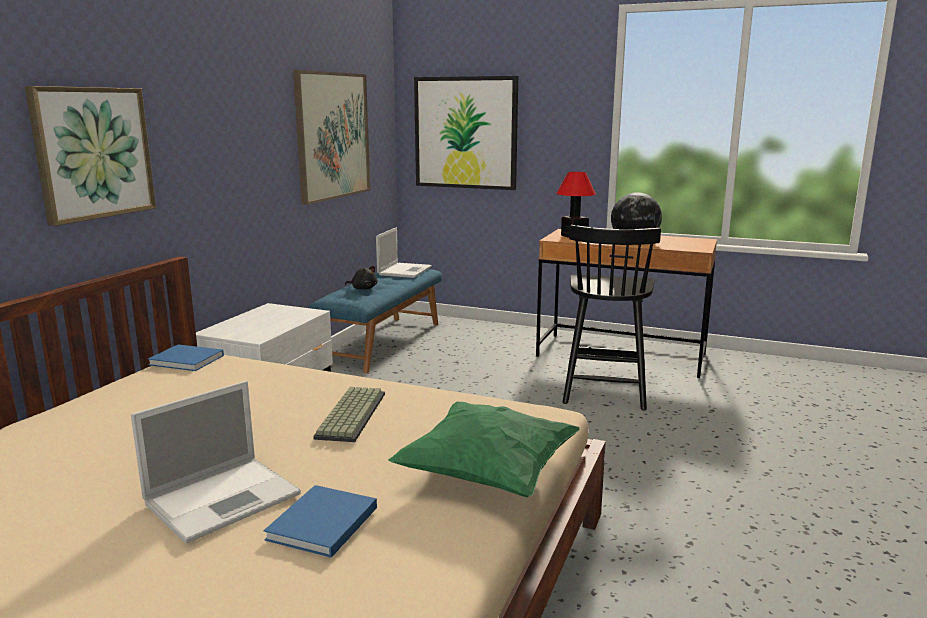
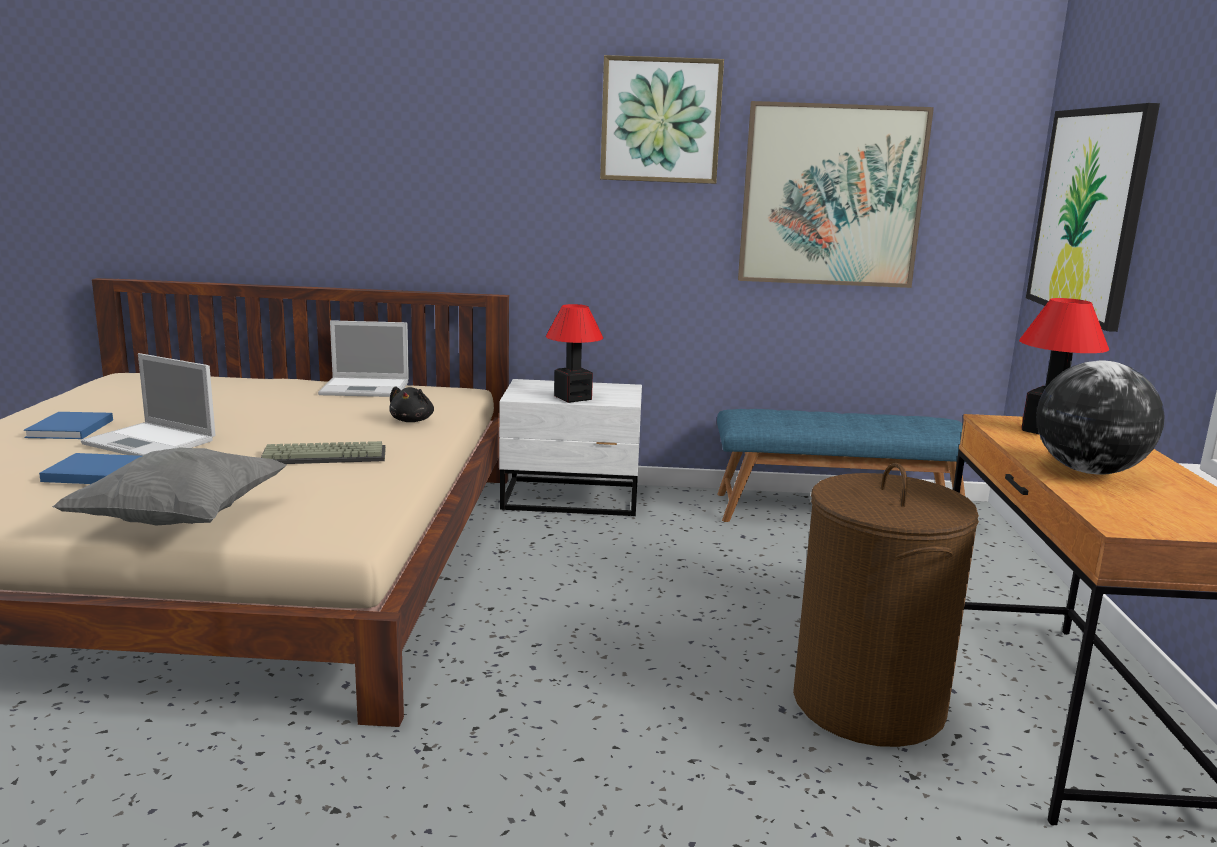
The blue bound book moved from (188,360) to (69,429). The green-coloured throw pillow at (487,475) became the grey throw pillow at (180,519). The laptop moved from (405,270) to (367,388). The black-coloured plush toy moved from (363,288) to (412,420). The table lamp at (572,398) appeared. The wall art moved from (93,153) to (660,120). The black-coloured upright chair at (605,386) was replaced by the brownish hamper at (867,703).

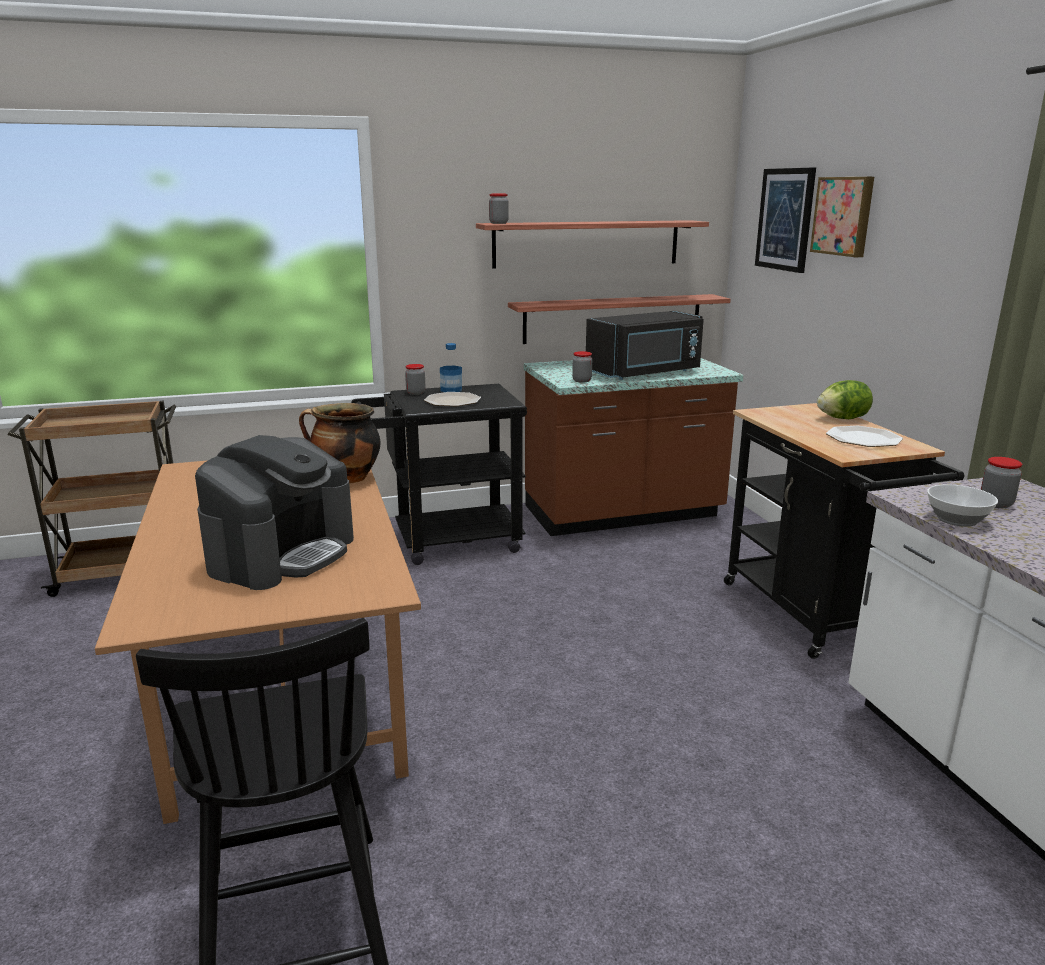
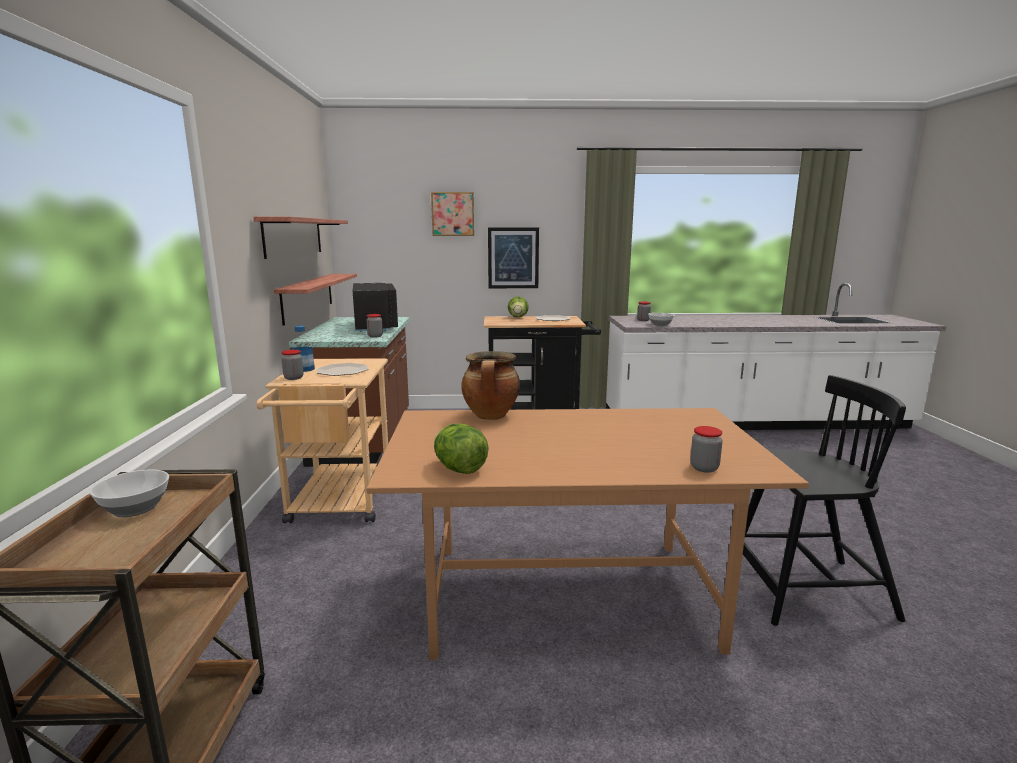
The deep dish at (136,509) appeared. The black-coloured wheeled cart at (445,541) became the beige-coloured wheeled cart at (339,505). The lettuce head at (459,469) appeared. The wall art moved from (785,219) to (513,258). The preserve jar moved from (498,223) to (704,468). The coffee machine at (282,554) disappeared.

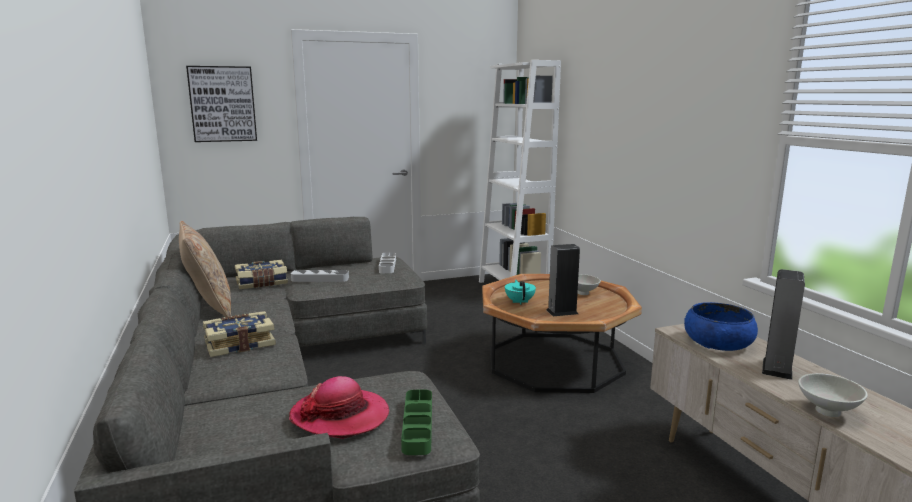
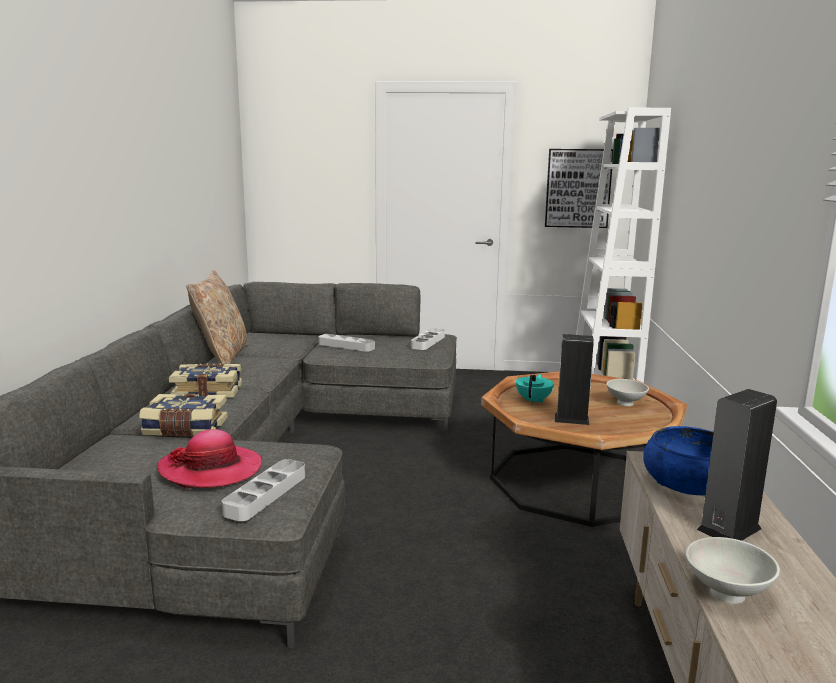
The bound book moved from (262,283) to (185,428). The green-coloured tray at (417,425) became the grey tray at (266,494). The wall art moved from (222,104) to (578,188).

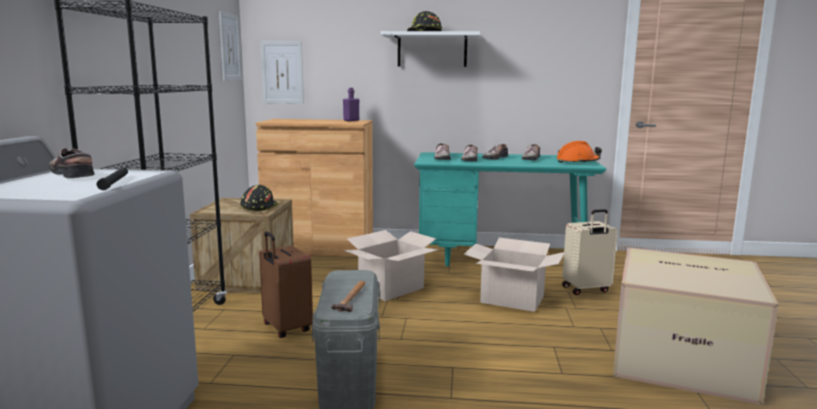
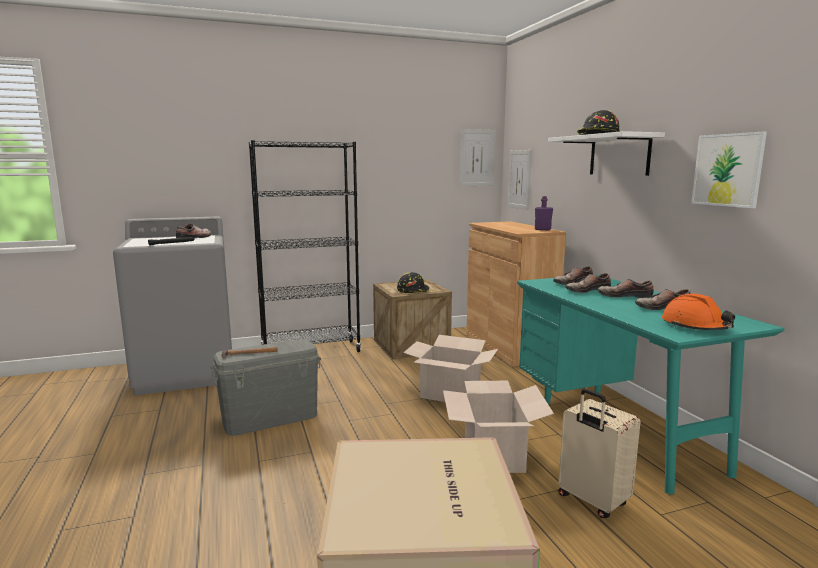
The wall art at (727,170) appeared. The brownish suitcase at (285,328) disappeared.

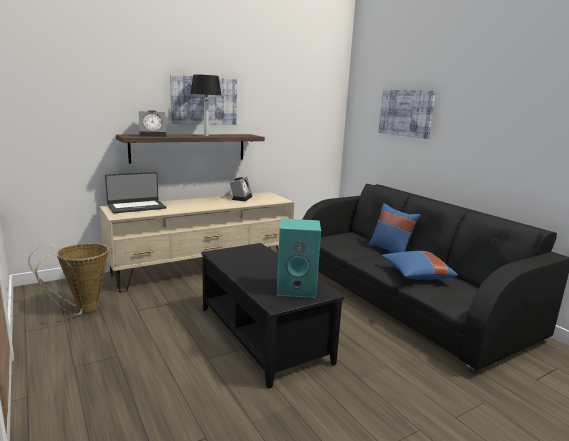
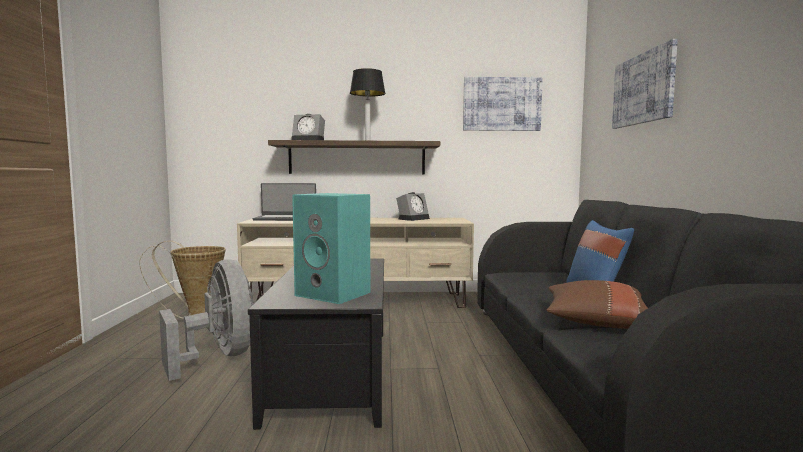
The grey electric fan at (219,357) appeared. The wall art moved from (204,101) to (502,104). The blue throw pillow at (416,275) became the brownish throw pillow at (596,322).

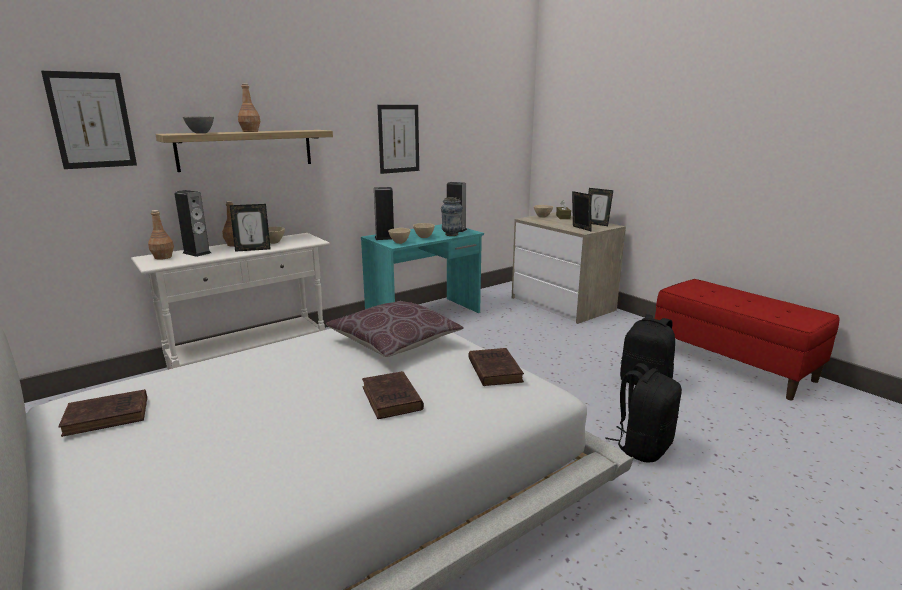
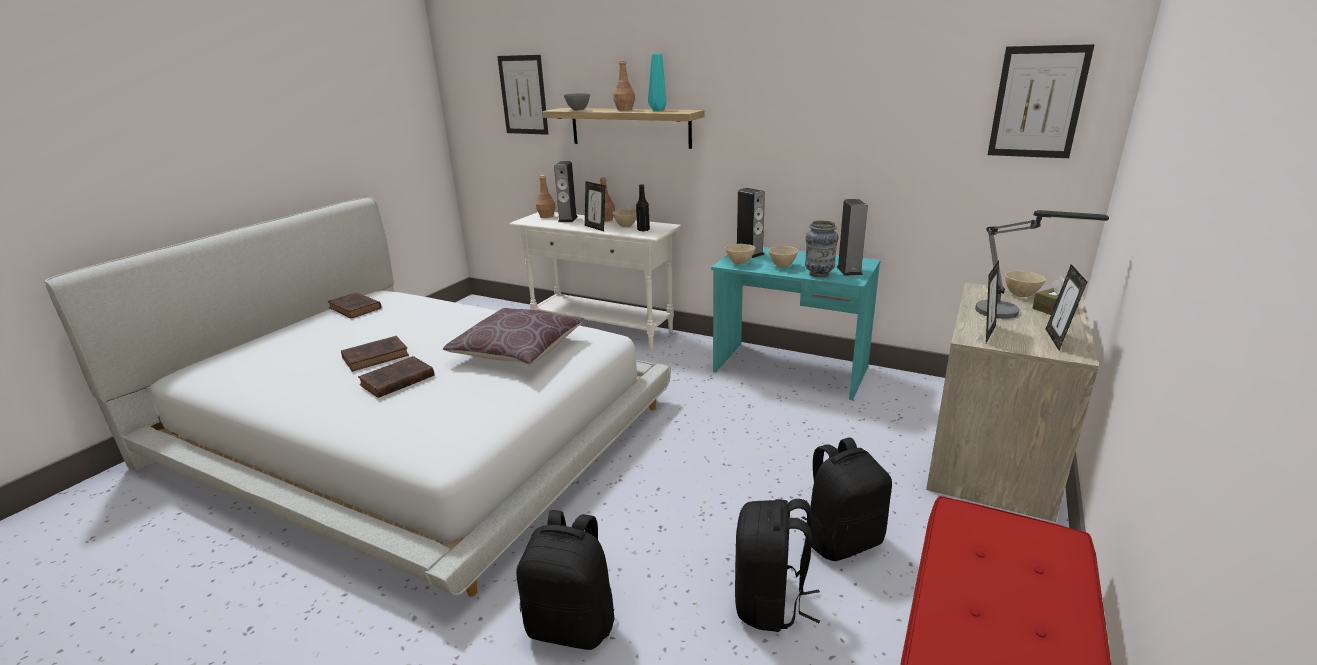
The brownish bound book moved from (494,369) to (377,356). The black-coloured drink bottle at (643,230) appeared. The turquoise-coloured vase at (657,110) appeared. The black-coloured rucksack at (842,540) appeared. The table lamp at (1010,313) appeared. The wall art moved from (398,139) to (1037,102).

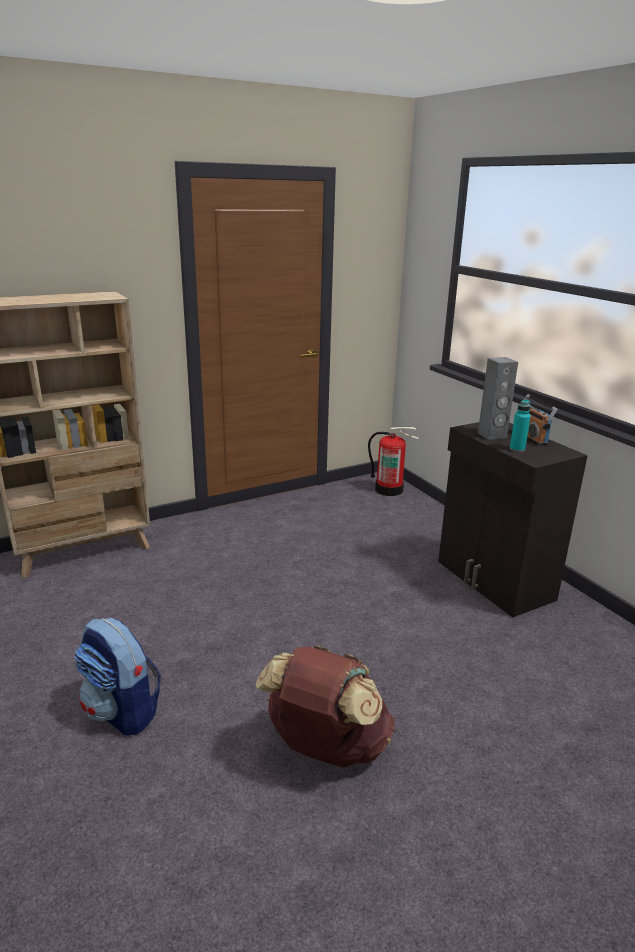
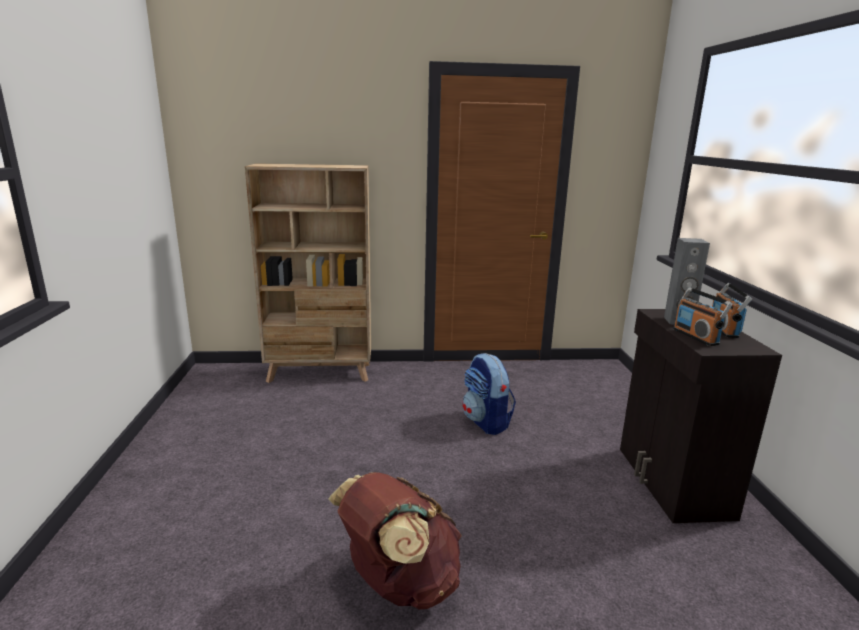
The rucksack moved from (122,711) to (486,422). The turquoise-coloured drink bottle at (517,449) was replaced by the radio at (696,336). The fire extinguisher at (389,489) disappeared.

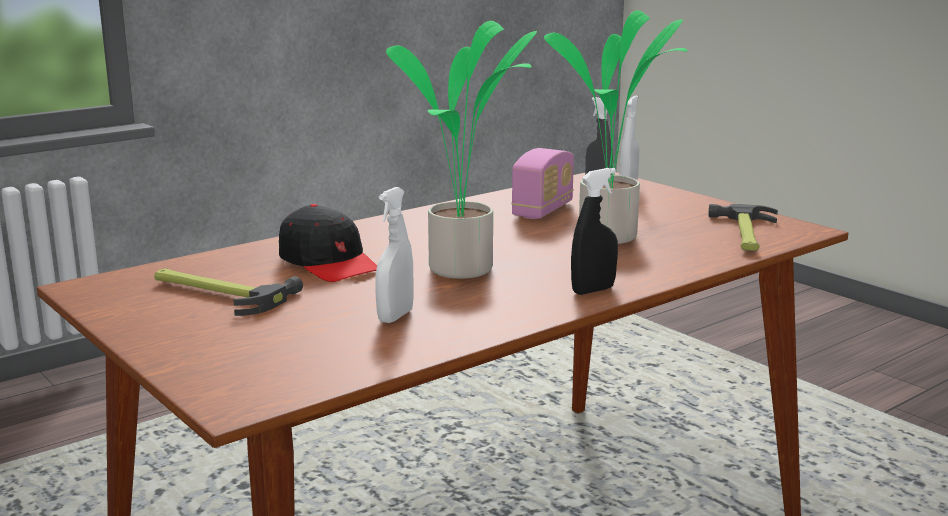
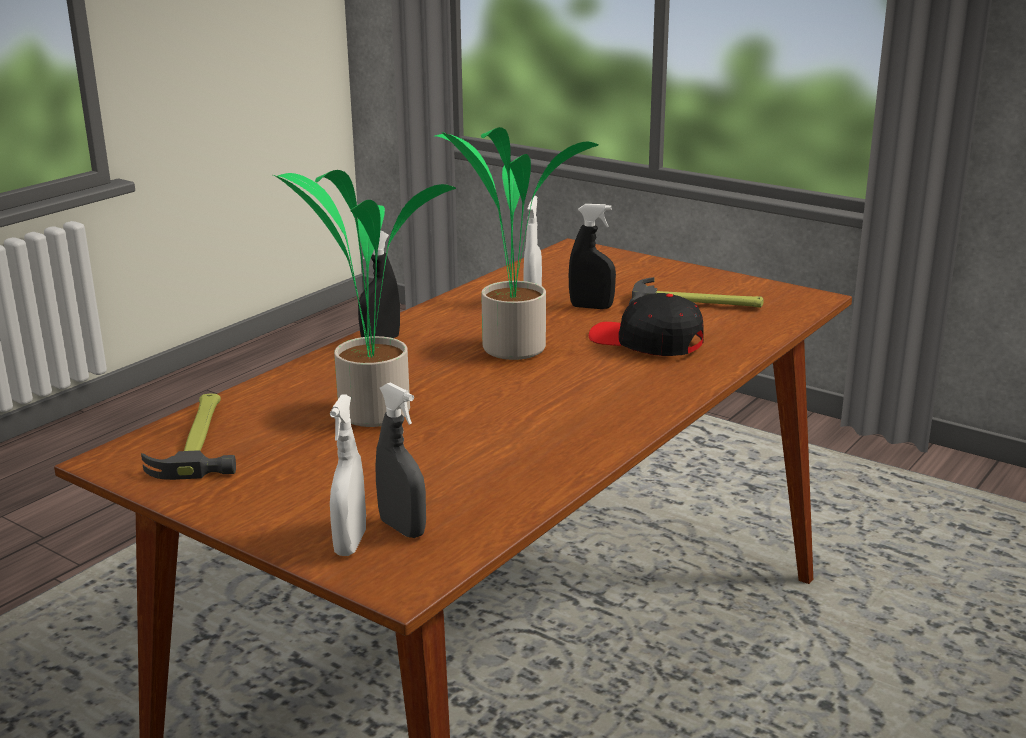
The black-coloured hand sprayer at (591,307) appeared. The radio at (543,210) disappeared.

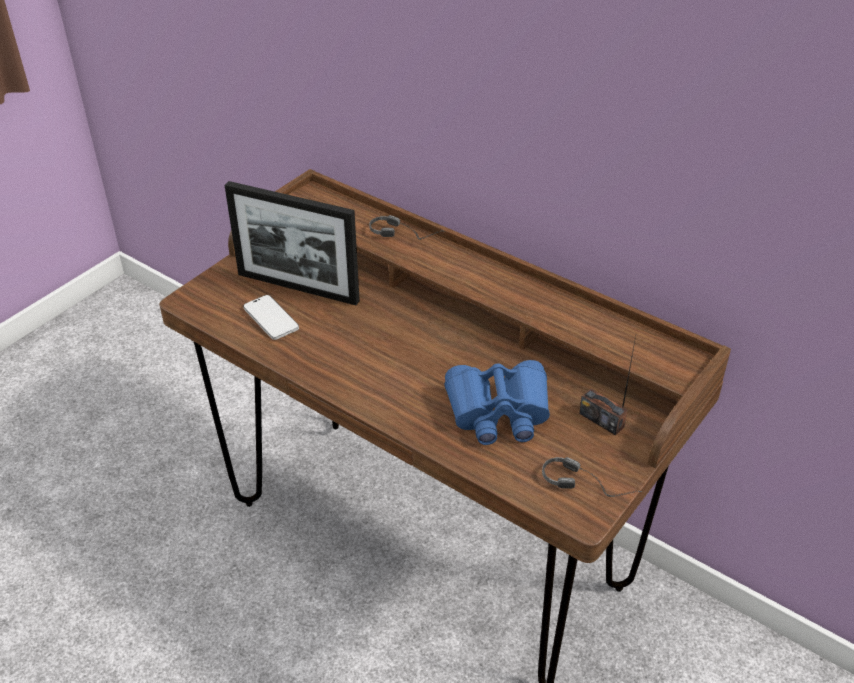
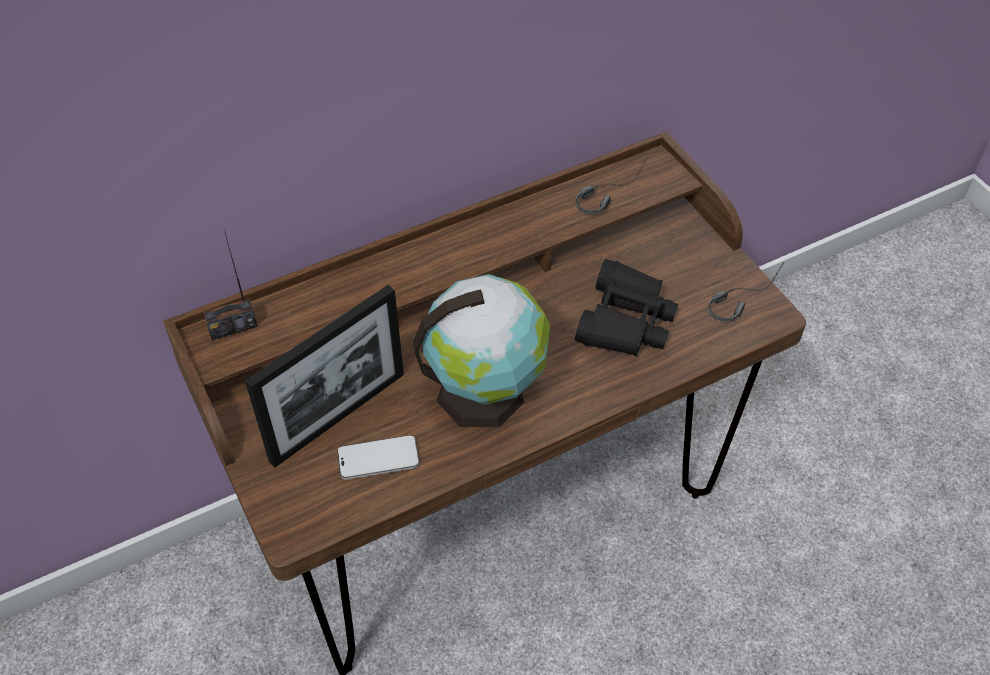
The radio moved from (601,420) to (232,327). The world globe at (485,392) appeared. The pair of headphones moved from (408,234) to (608,190). The blue pair of binoculars at (498,412) became the black-coloured pair of binoculars at (625,321).

